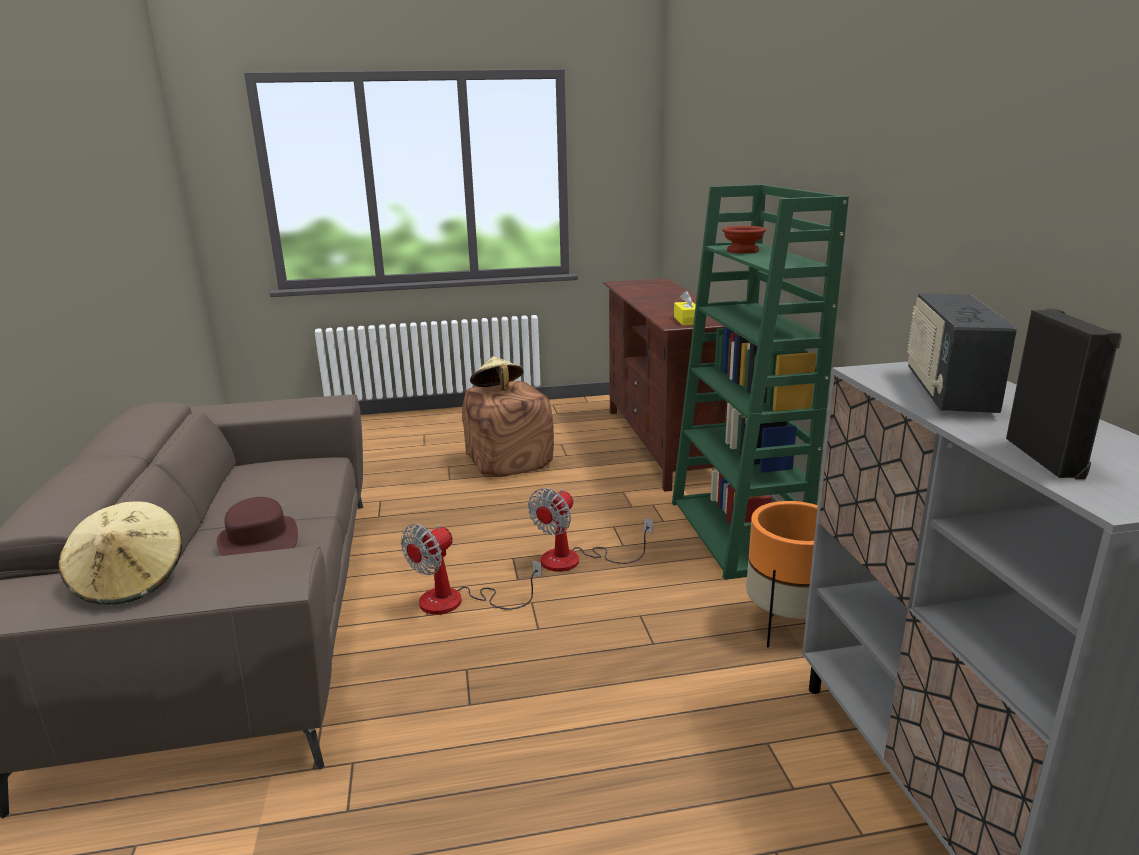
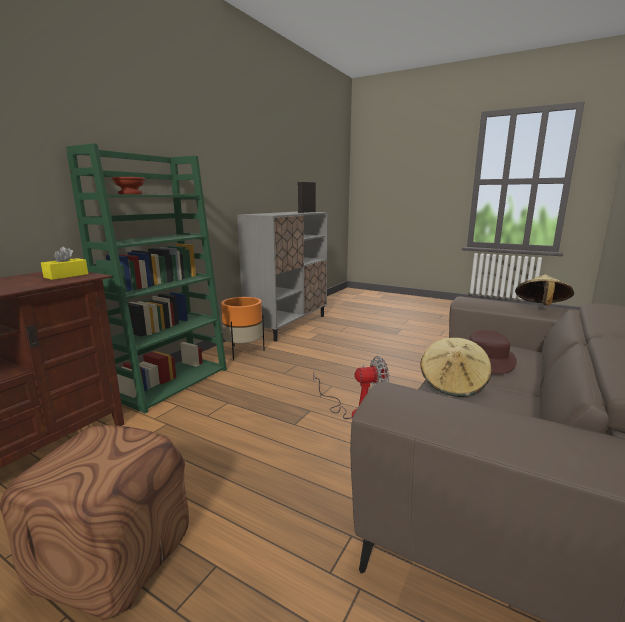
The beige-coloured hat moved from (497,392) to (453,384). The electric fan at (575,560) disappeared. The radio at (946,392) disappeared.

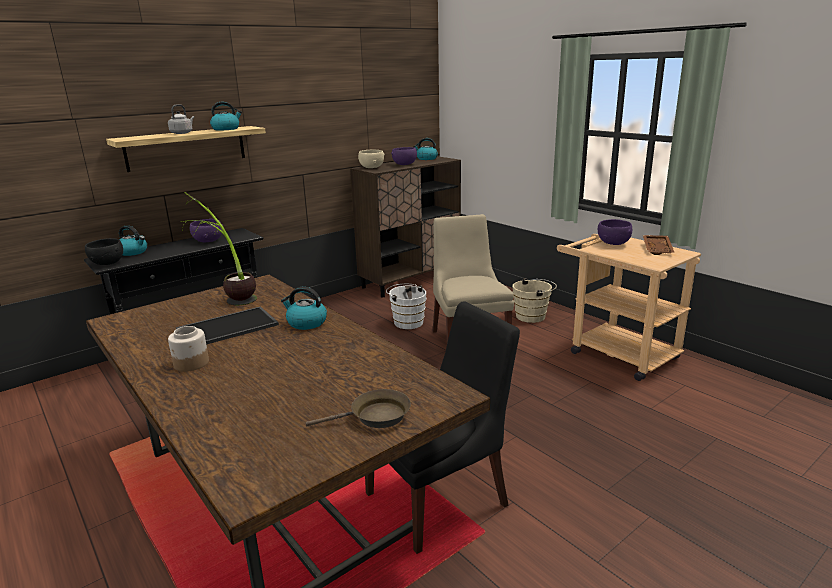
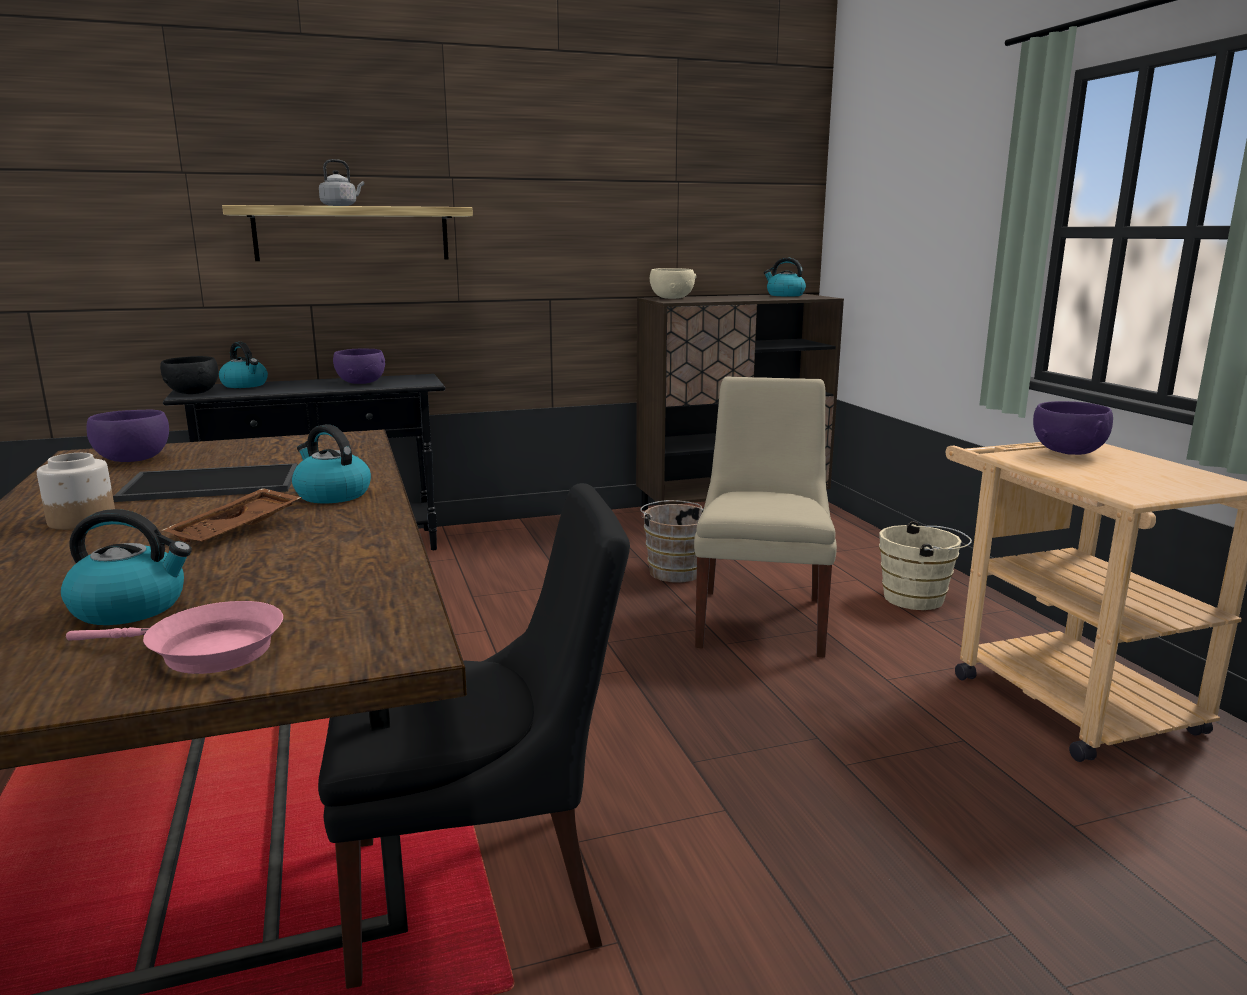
The kettle moved from (226,129) to (131,607). The brownish pan at (375,416) became the pink-coloured pan at (205,651). The purplish deep dish moved from (404,164) to (133,460). The brownish tray moved from (658,249) to (237,530). The white bucket at (407,322) became the brownish bucket at (674,570). The plant in a pot at (229,296) disappeared.

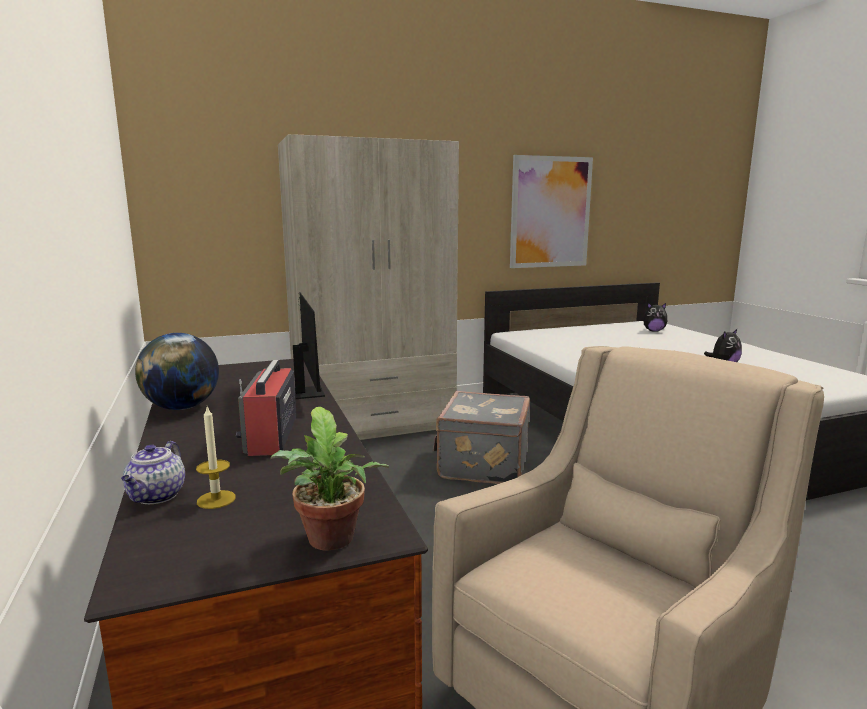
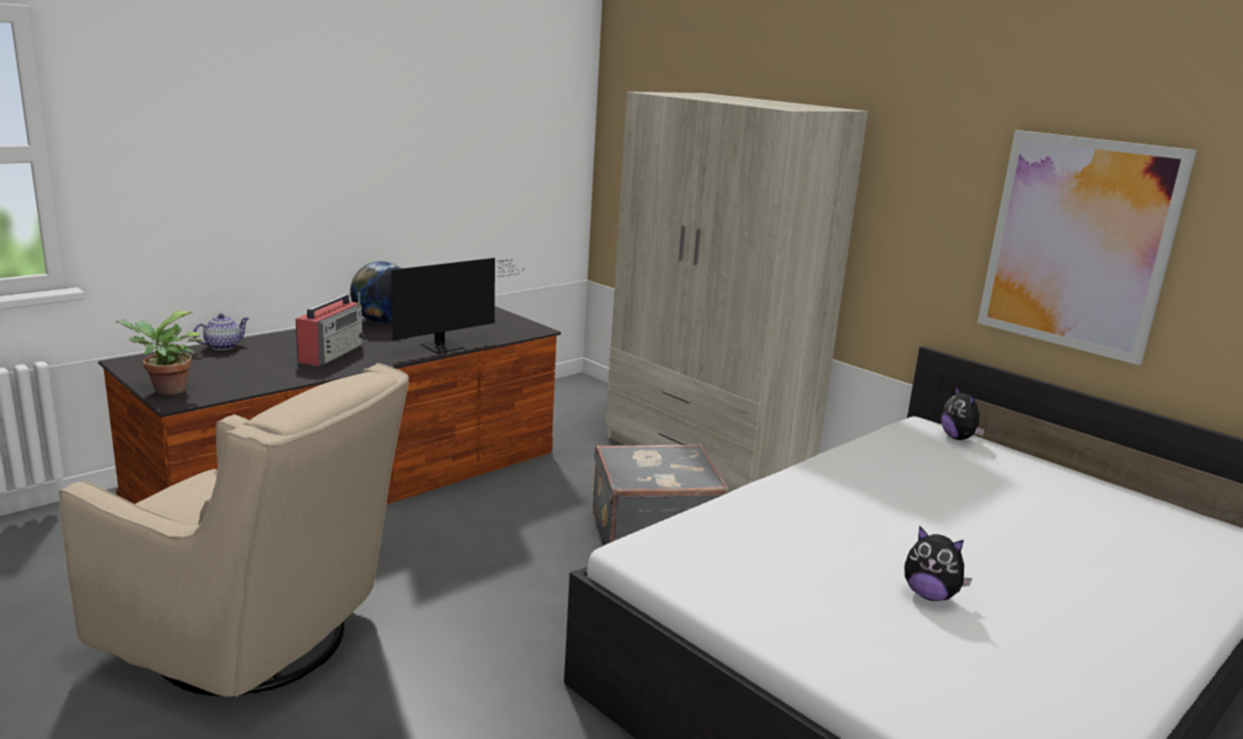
The teapot at (157,496) turned 150 degrees clockwise. The radio at (271,436) turned 135 degrees clockwise. The plush toy moved from (654,331) to (958,438). The candle at (216,499) disappeared.

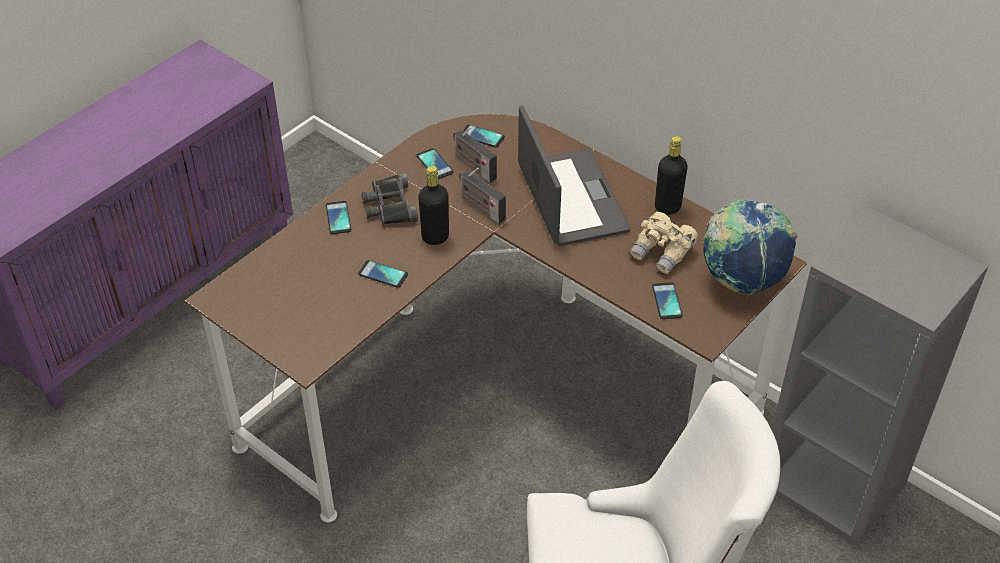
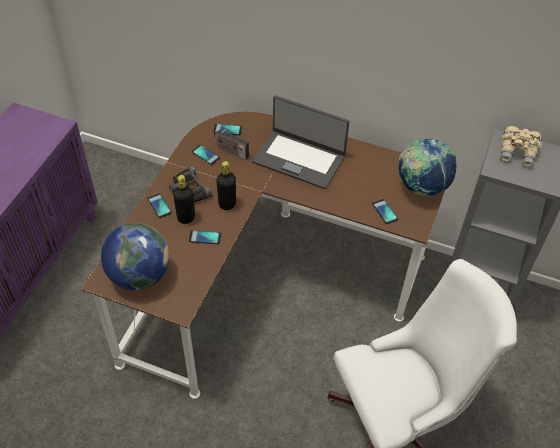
The world globe at (139,275) appeared. The black-coloured drink bottle moved from (667,207) to (186,218). The laptop at (570,198) turned 150 degrees clockwise. The beige-coloured pair of binoculars moved from (662,253) to (518,153). The radio at (480,208) disappeared.

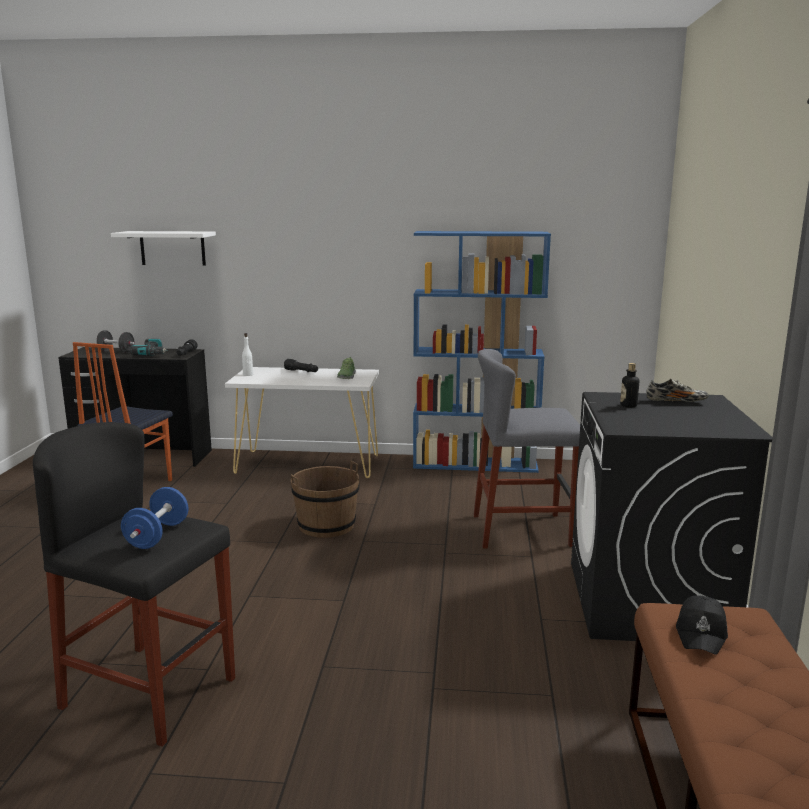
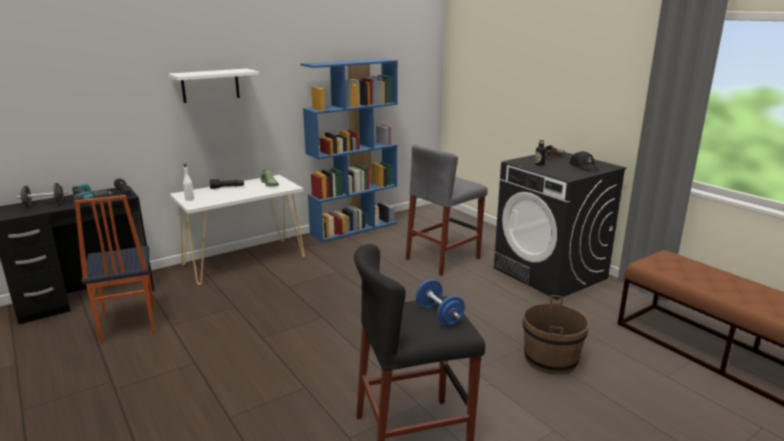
The white shelf moved from (172,248) to (210,85). The brownish bucket moved from (326,526) to (551,359). The black-coloured cap moved from (702,633) to (583,167).

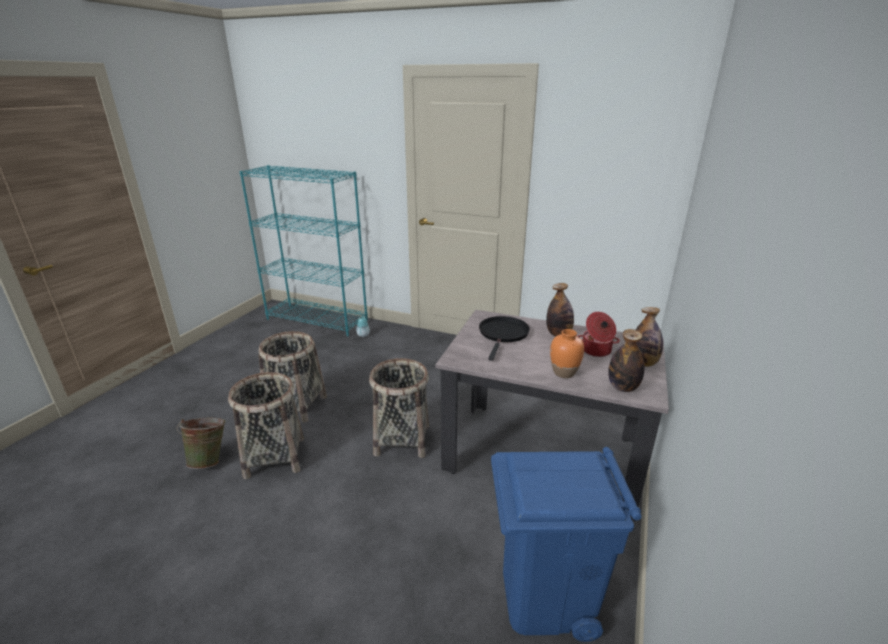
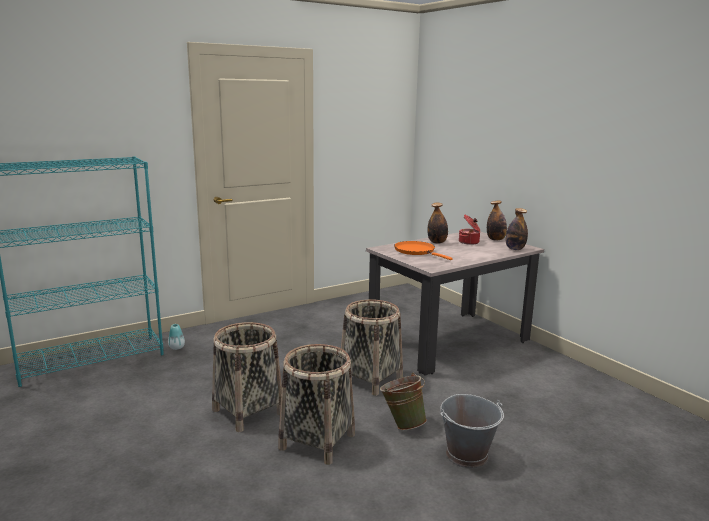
The green-coloured bucket moved from (210,459) to (402,424). The black-coloured pan at (503,334) became the orangey pan at (416,251). The grey bucket at (467,455) appeared. The blue rubbish bin at (545,597) disappeared. The orangey vase at (563,373) disappeared.

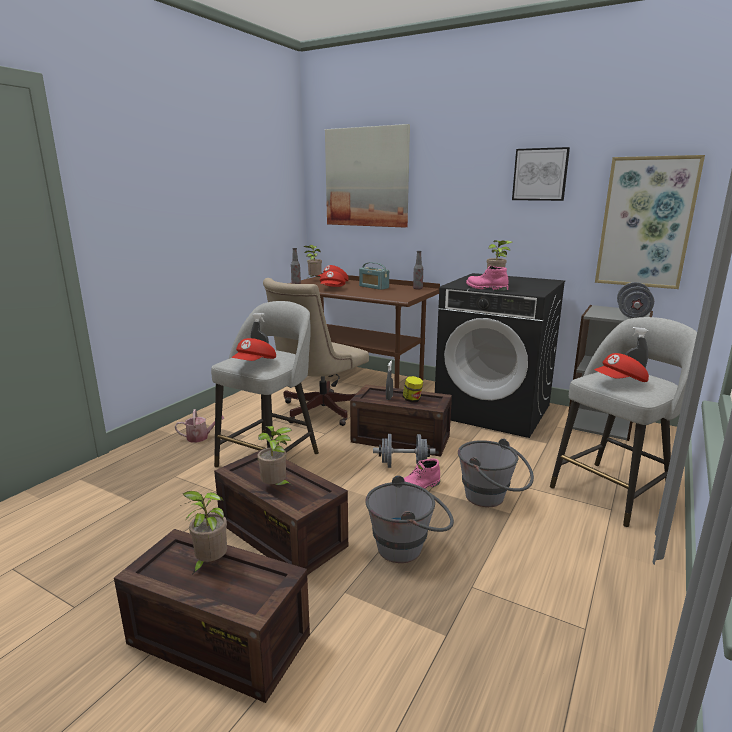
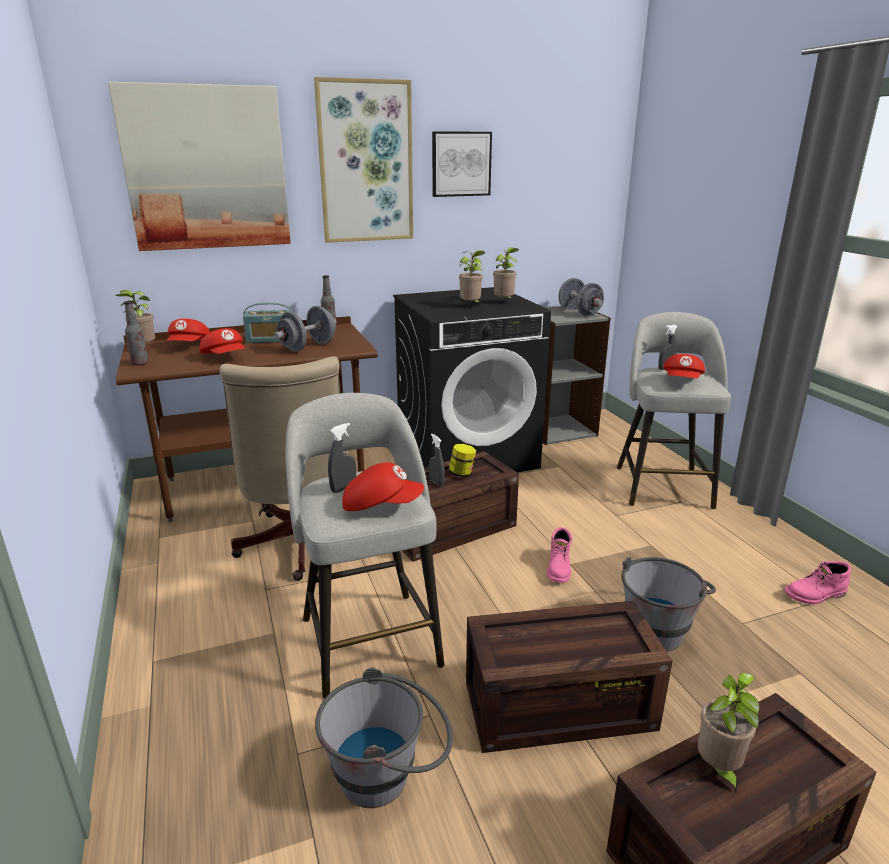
The grey hand weight moved from (403,465) to (308,347). The wall art moved from (646,223) to (366,163). The grey bucket moved from (492,499) to (389,775). The reddish cap at (255,363) turned 60 degrees counterclockwise. The plant in a pot moved from (276,487) to (504,302). The pink-coloured boot moved from (486,288) to (815,595). The sprinkling can at (201,437) disappeared.

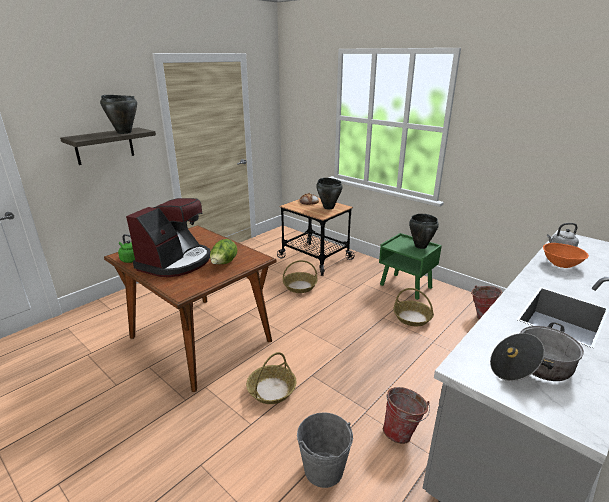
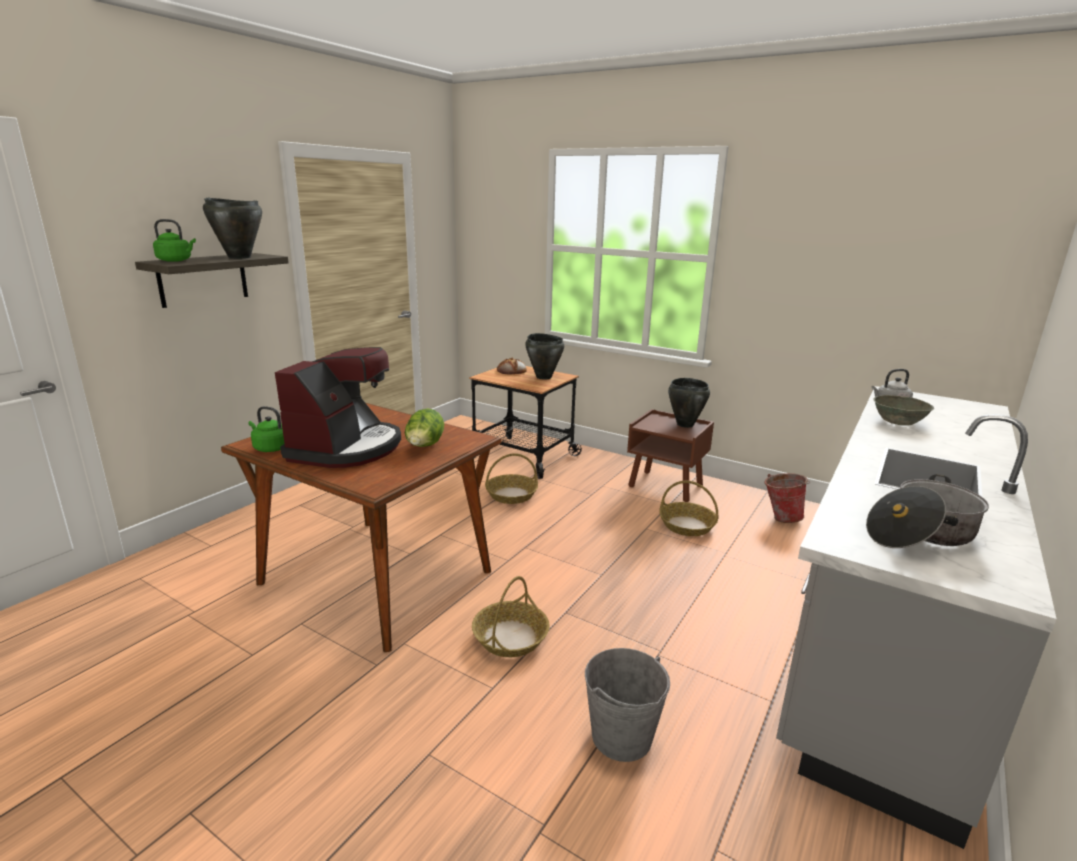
The green-coloured kettle at (176,260) appeared. The green-coloured nightstand at (406,286) became the brownish nightstand at (666,486). The orangey deep dish at (561,263) became the grey deep dish at (898,421). The bucket at (402,432) disappeared.

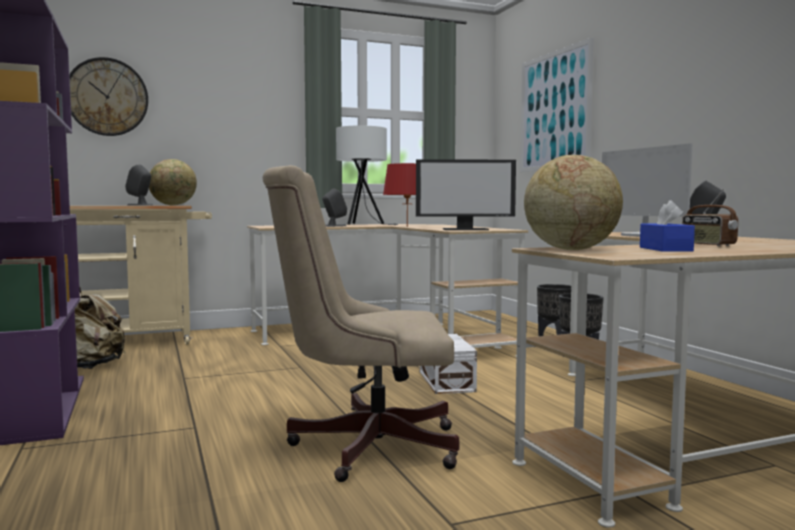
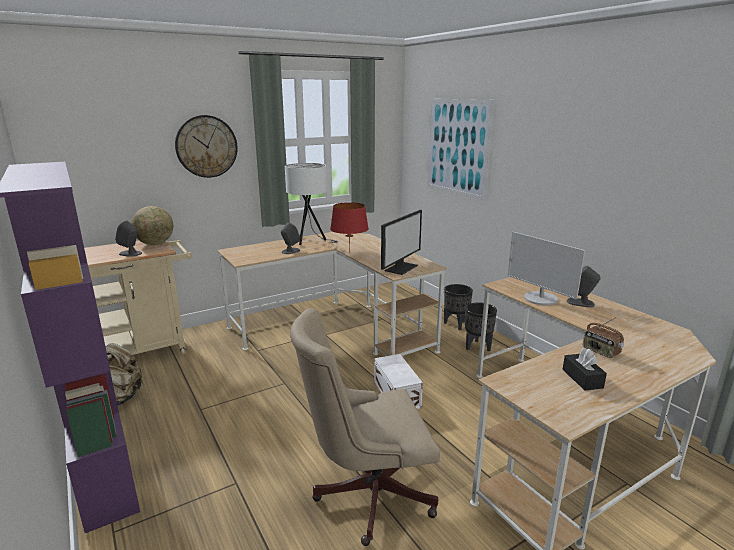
The clock on the wall moved from (107,97) to (206,146). The computer display at (465,229) turned 45 degrees counterclockwise. The blue tissue holder at (665,249) became the black-coloured tissue holder at (582,378). The world globe at (570,249) disappeared.

